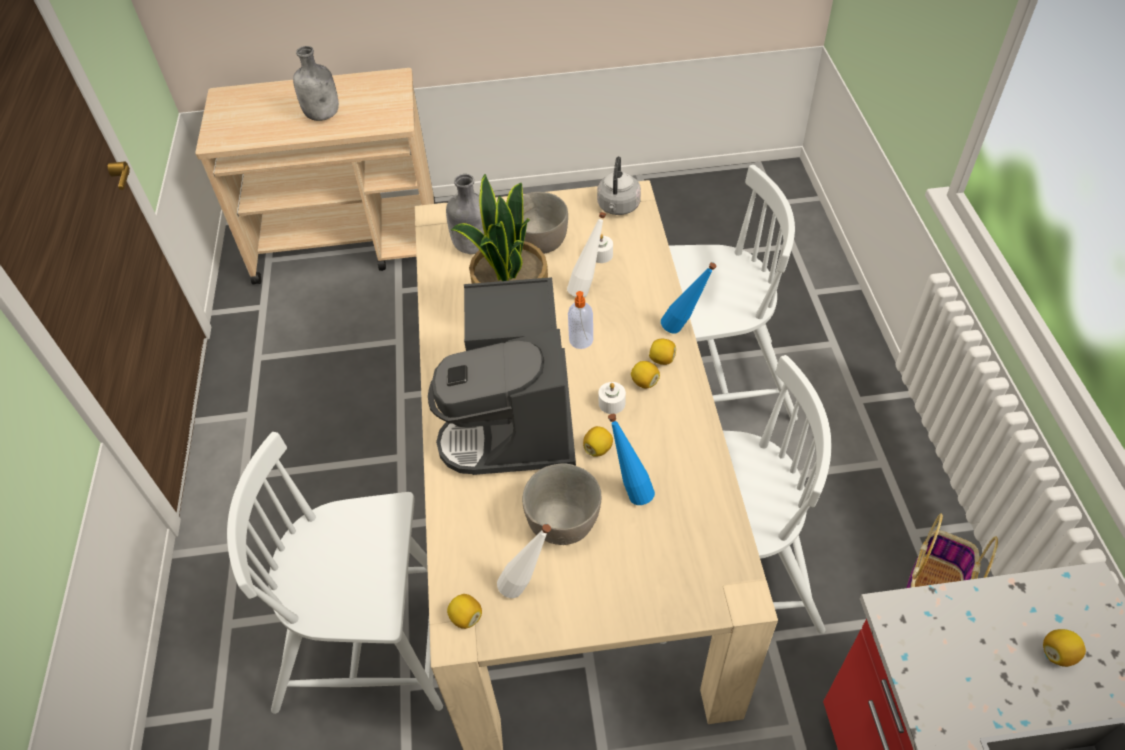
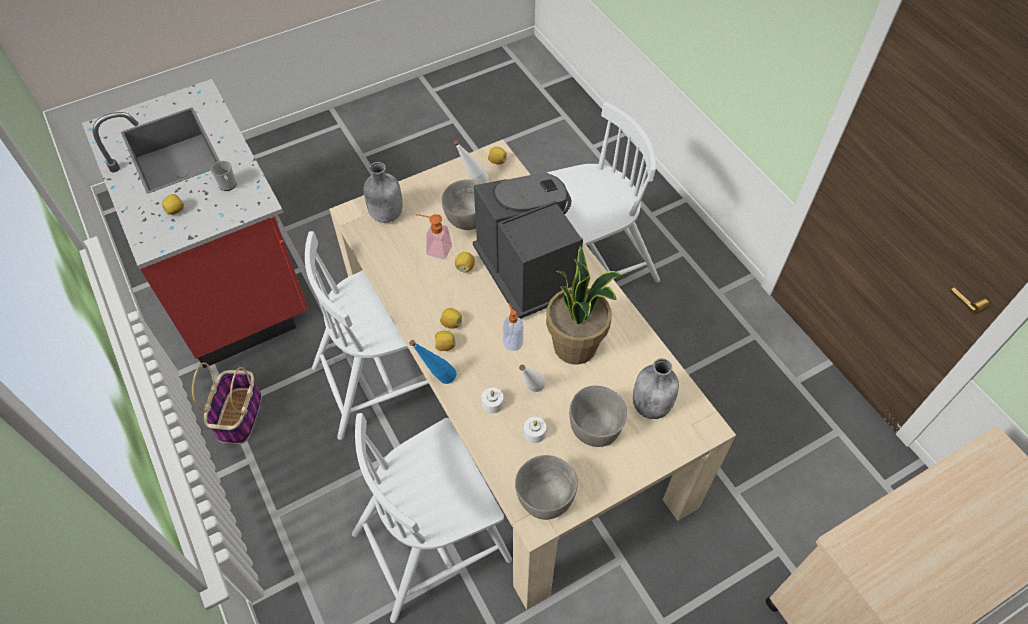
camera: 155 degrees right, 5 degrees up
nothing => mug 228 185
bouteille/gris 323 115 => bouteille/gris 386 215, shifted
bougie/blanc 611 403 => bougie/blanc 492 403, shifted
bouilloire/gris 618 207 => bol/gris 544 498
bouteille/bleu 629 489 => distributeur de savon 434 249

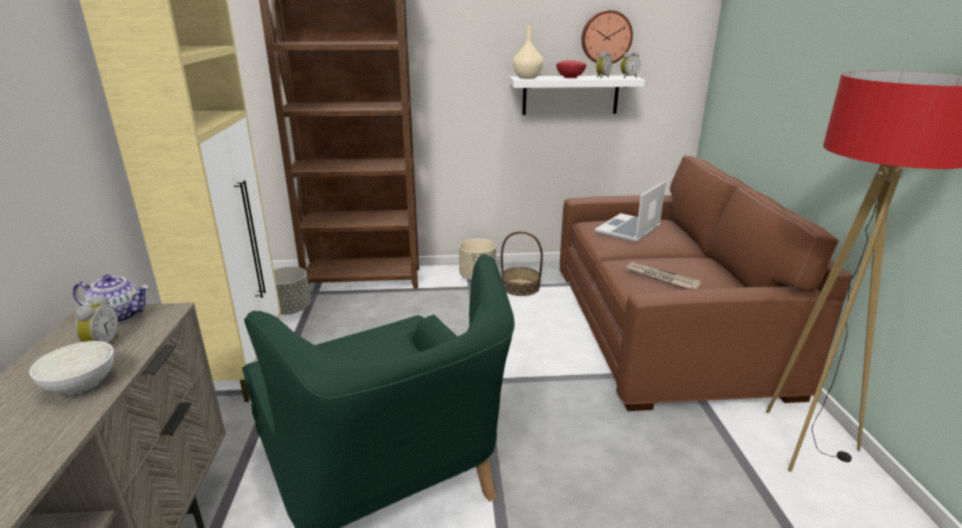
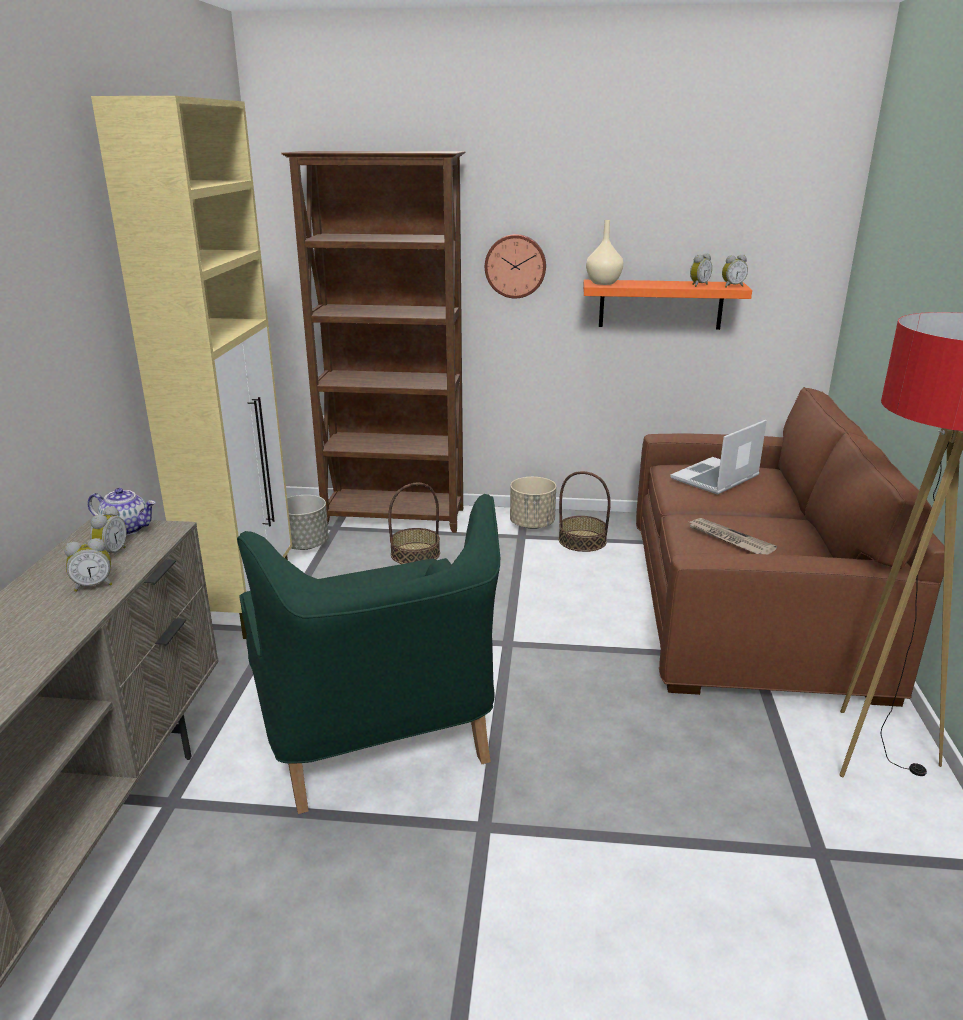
camera: 10 degrees right, 0 degrees up
bol/rouge 570 77 => nothing
nothing => panier 415 554
horloge murale 606 37 => horloge murale 515 266, shifted
bol/blanc 82 384 => réveil 93 585
étagère/blanc 570 95 => étagère/orange 660 304

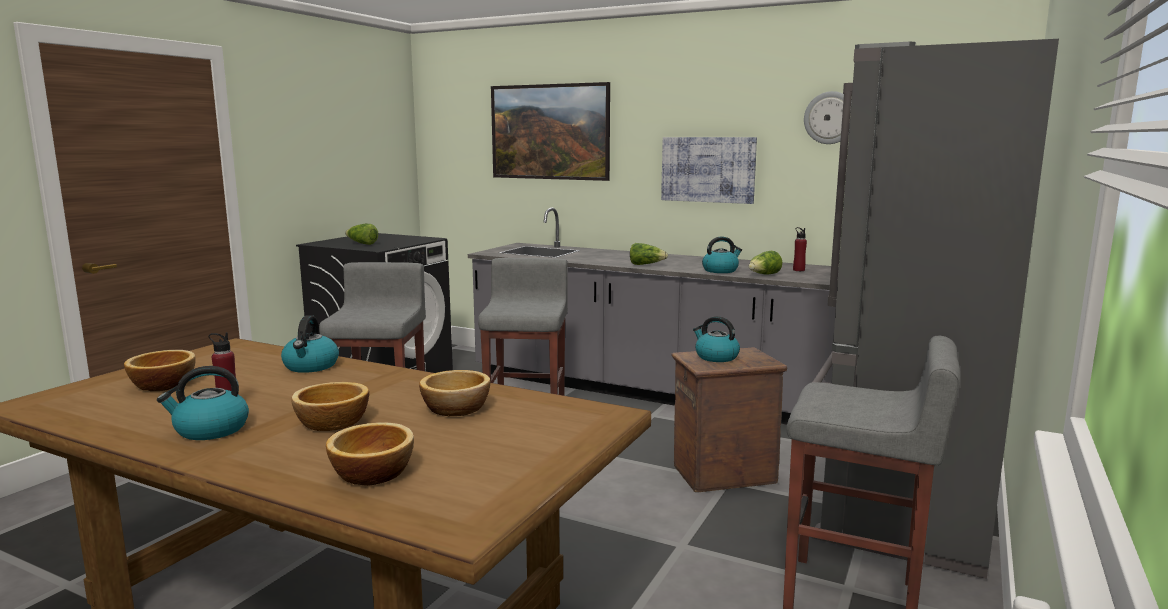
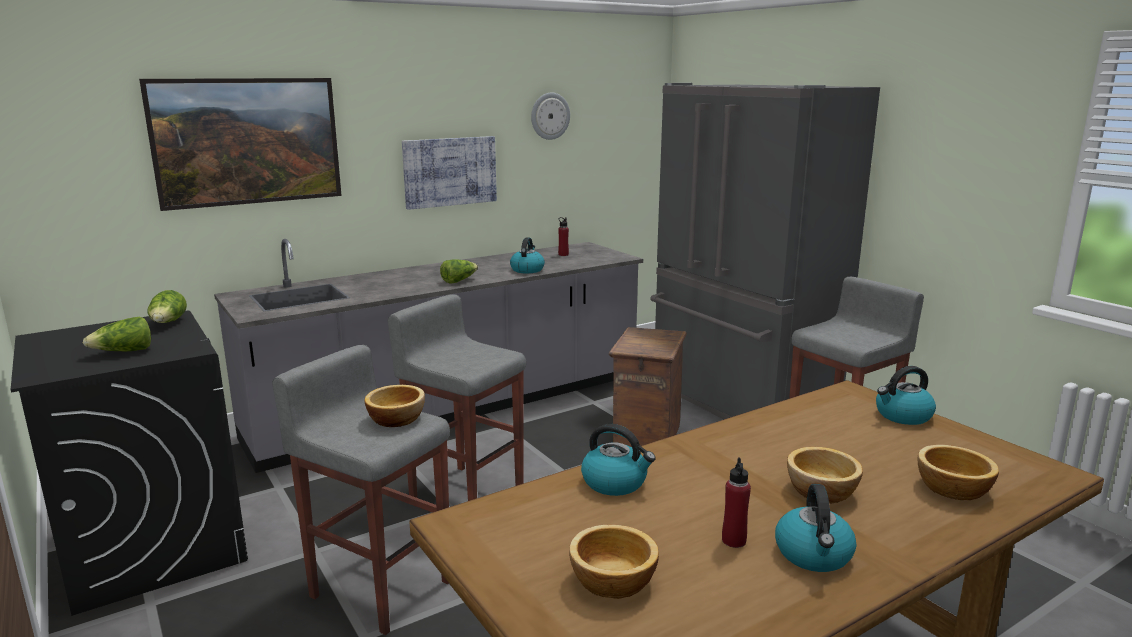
camera: 60 degrees left, 5 degrees up
bol 457 408 => bol 396 419, shifted
bouilloire 716 357 => bouilloire 902 416, shifted
laitue 764 275 => laitue 168 323, shifted

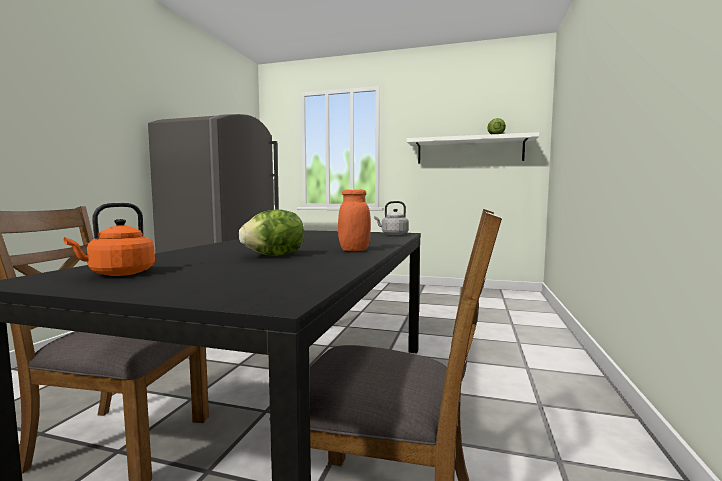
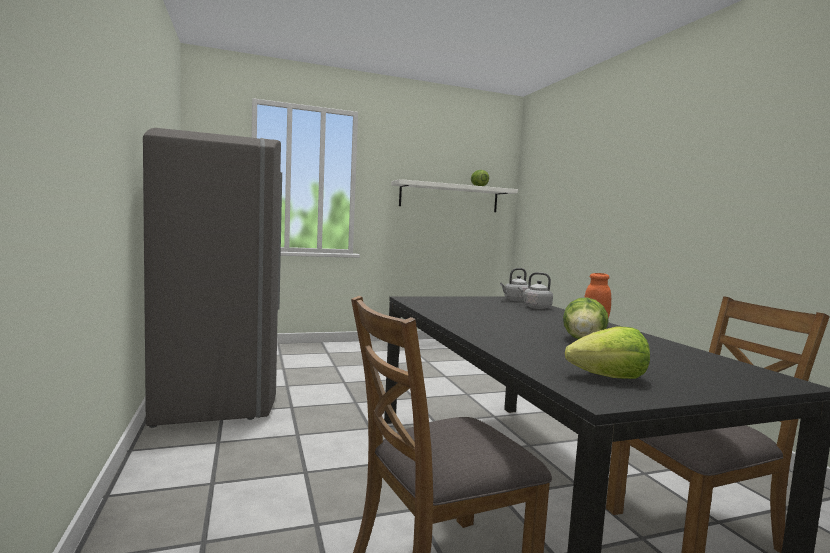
camera: 35 degrees left, 0 degrees up
nothing => bouilloire/gris 535 307
bouilloire/orange 119 274 => laitue 609 378

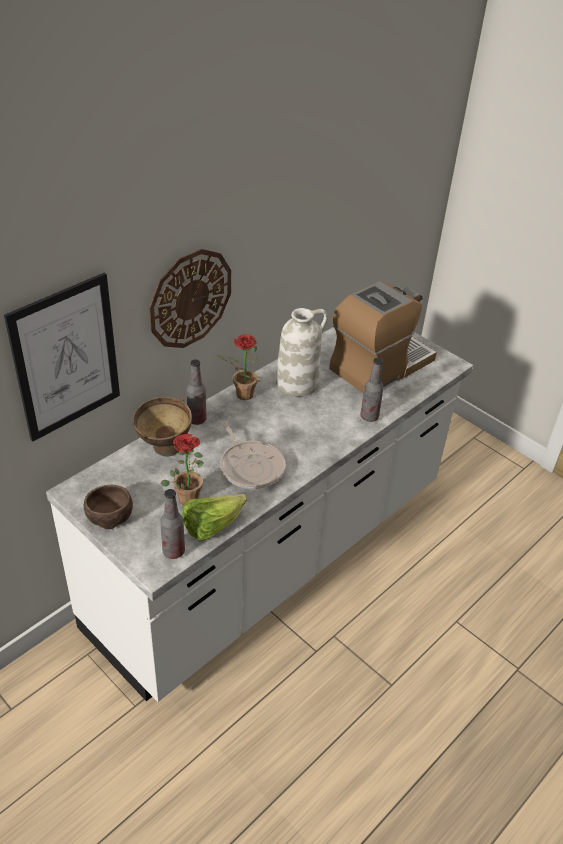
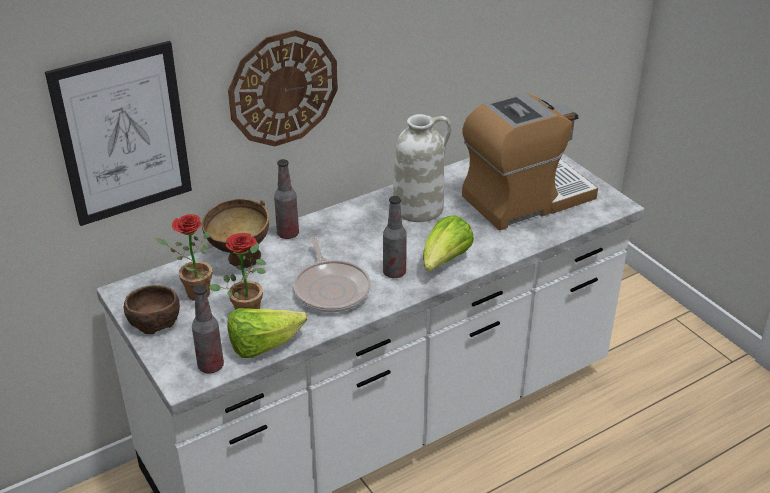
camera: 15 degrees right, 5 degrees down
nothing => laitue 444 262
plante en pot 241 395 => plante en pot 193 294, shifted
bouteille 369 416 => bouteille 394 272, shifted

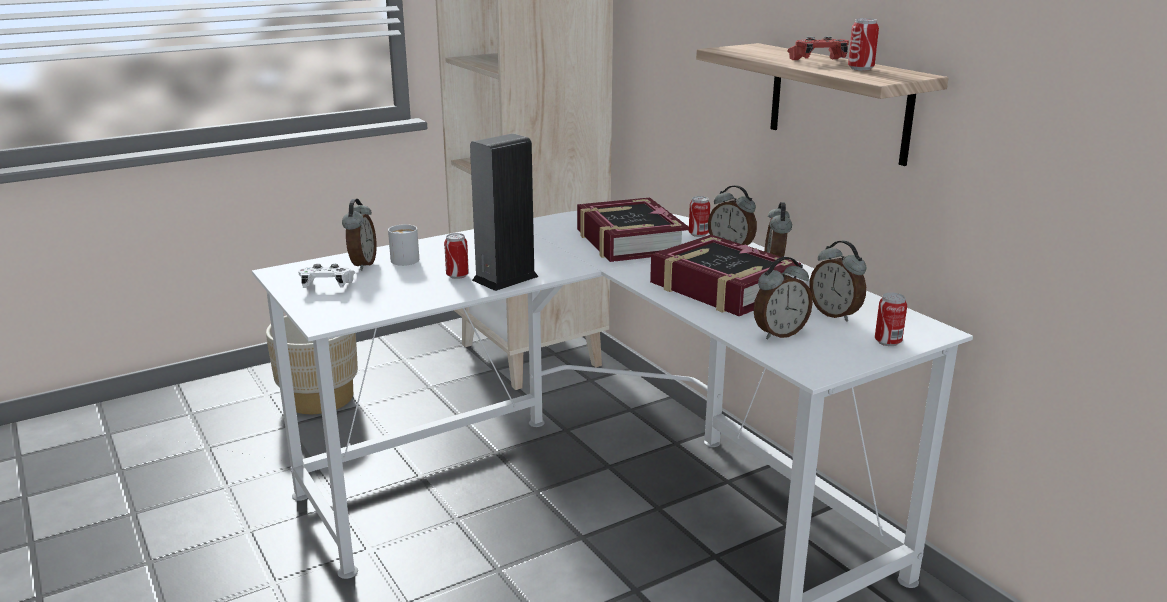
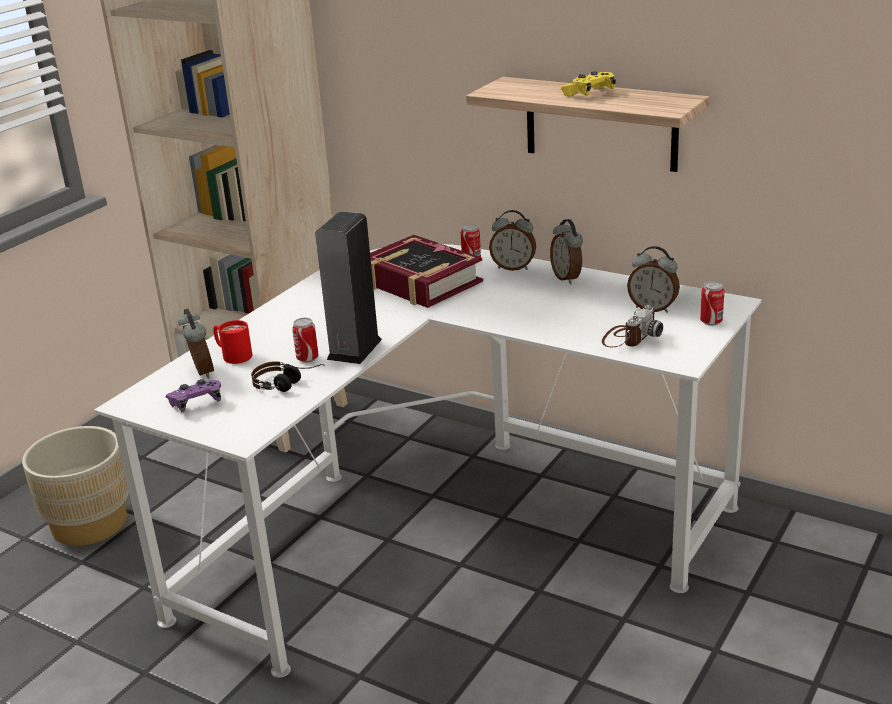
camera: 25 degrees left, 5 degrees up
livre 722 288 => nothing
boîte métallique 860 69 => nothing
nothing => casque audio 289 384
réveil 779 333 => appareil photo 629 337
manette/blanc 327 286 => manette/violet 196 403
mug/blanc 402 258 => mug/rouge 232 355
manette/rouge 818 61 => manette/jaune 589 94

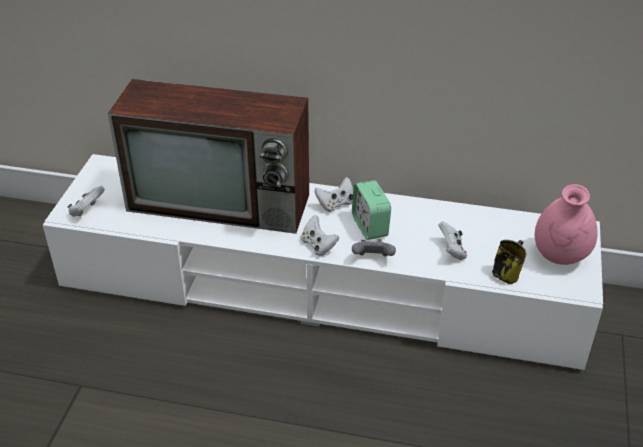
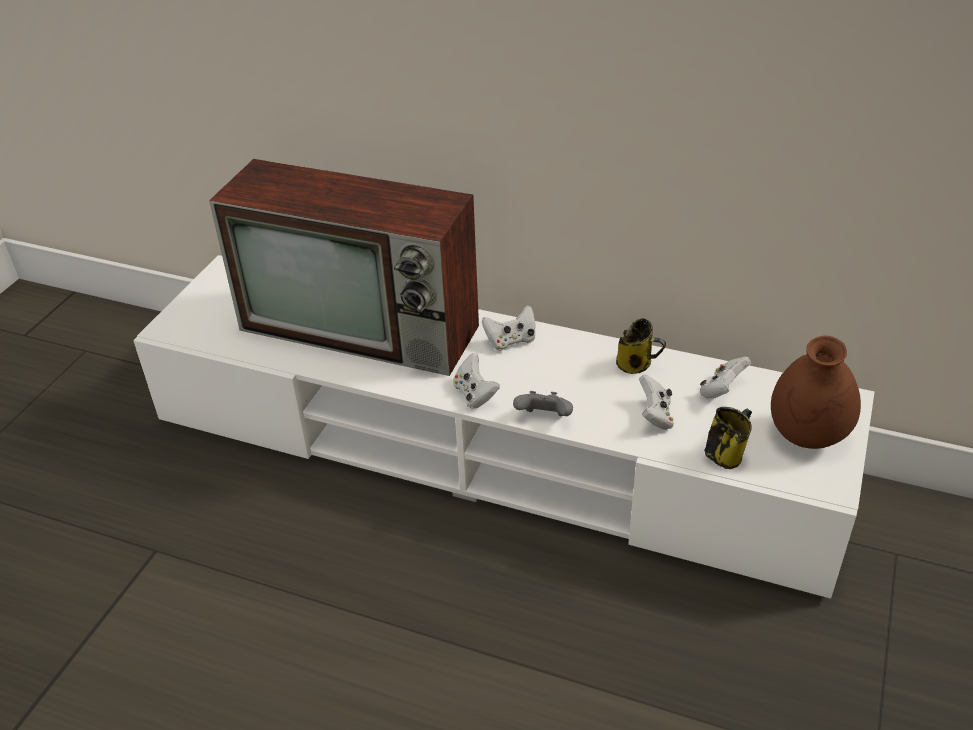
camera: 10 degrees right, 0 degrees up
réveil 370 226 => nothing
nothing => mug 636 365
manette/blanc 87 211 => manette/blanc 721 390, shifted
vase/rose 559 257 => vase/marron 806 437

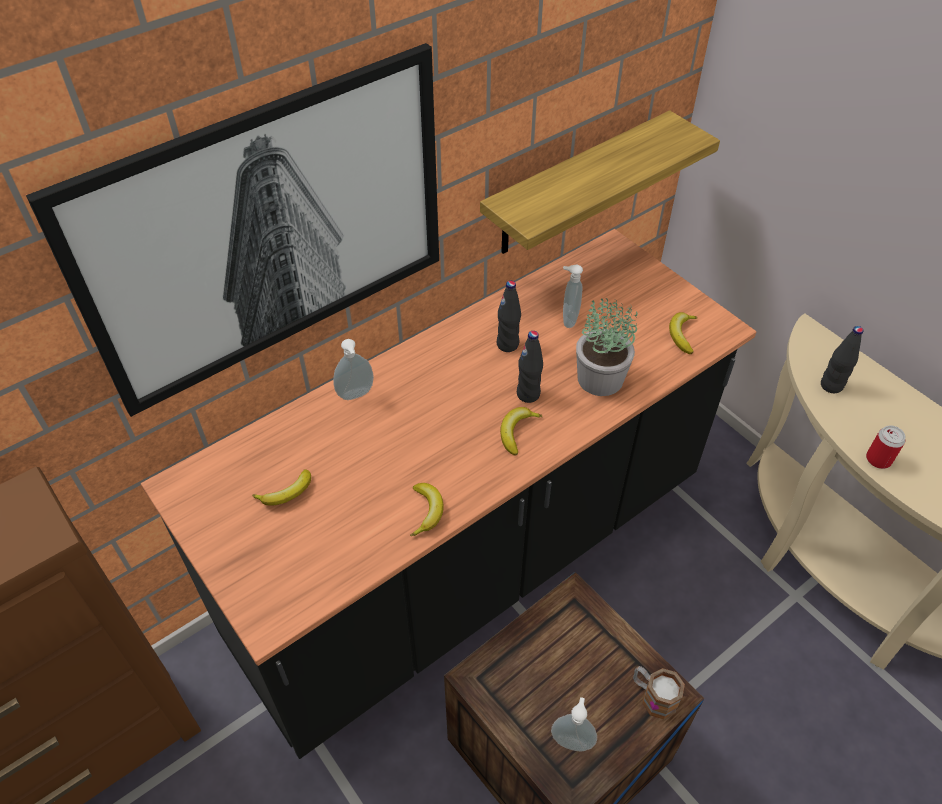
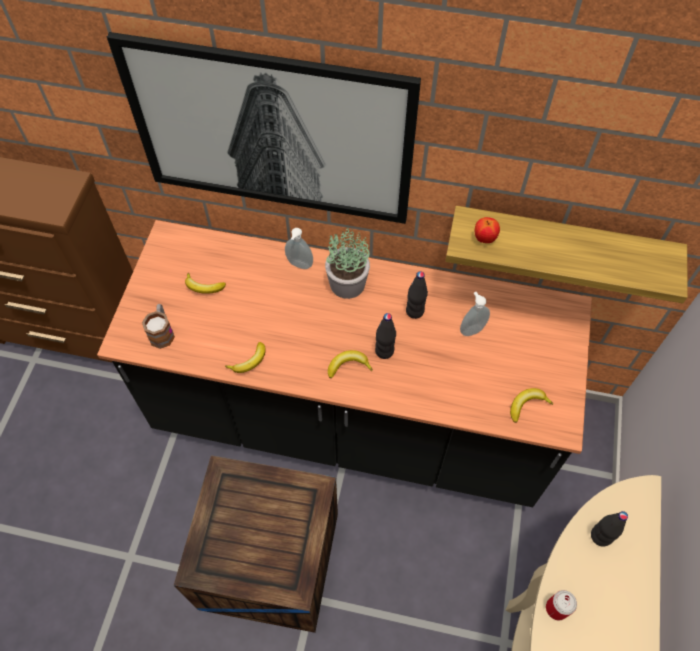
camera: 50 degrees right, 10 degrees up
distributeur de savon 572 740 => nothing
nothing => pomme 484 239
plante en pot 600 379 => plante en pot 346 284, shifted
mug 652 696 => mug 162 332, shifted

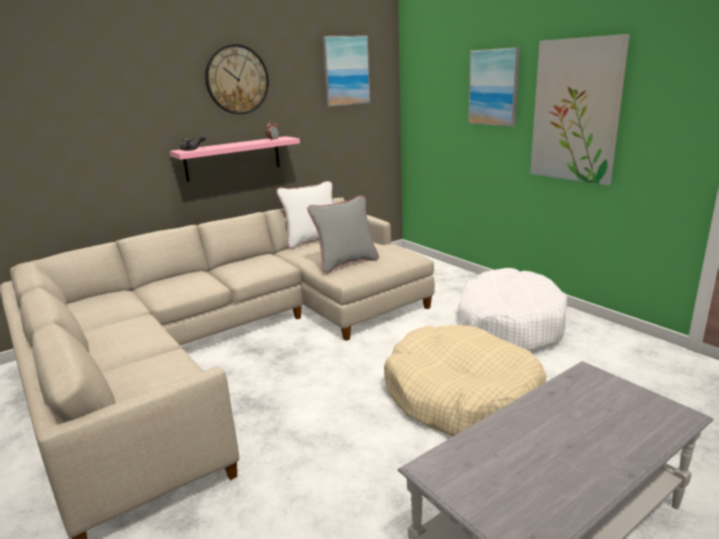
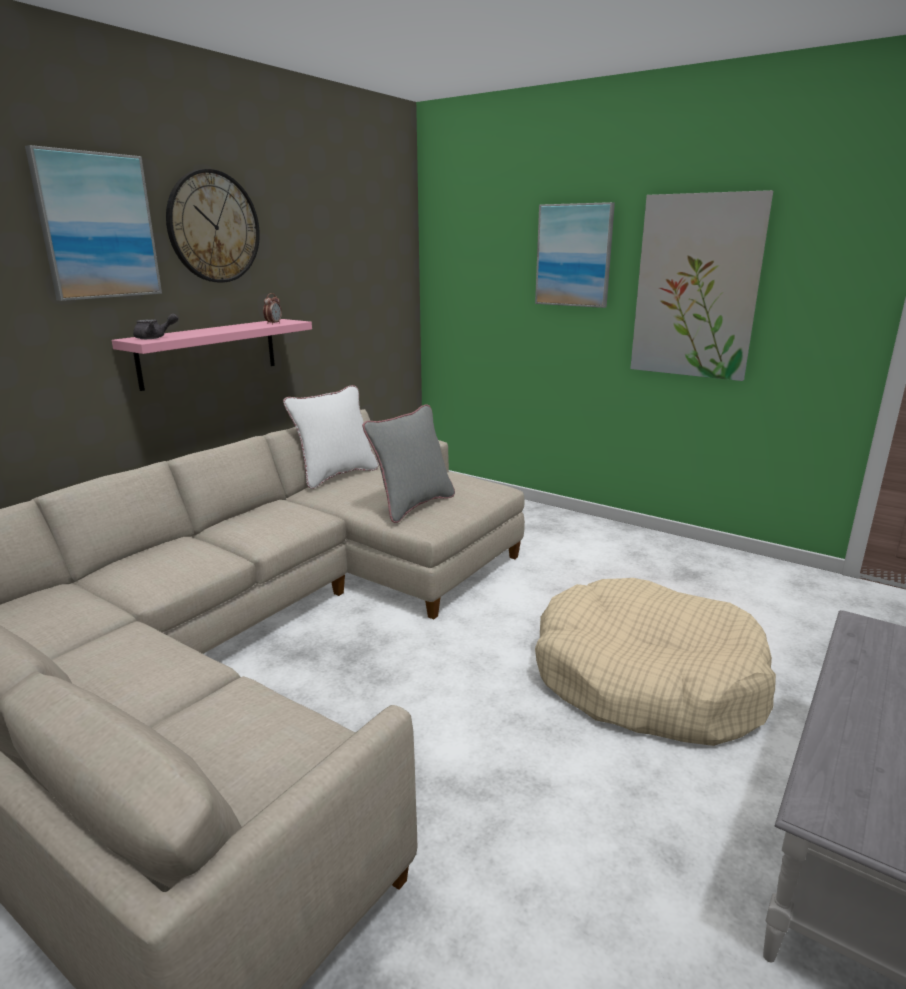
camera: 20 degrees left, 0 degrees up
panier pour chien/blanc 510 324 => nothing
tableau 345 71 => tableau 97 226, shifted

